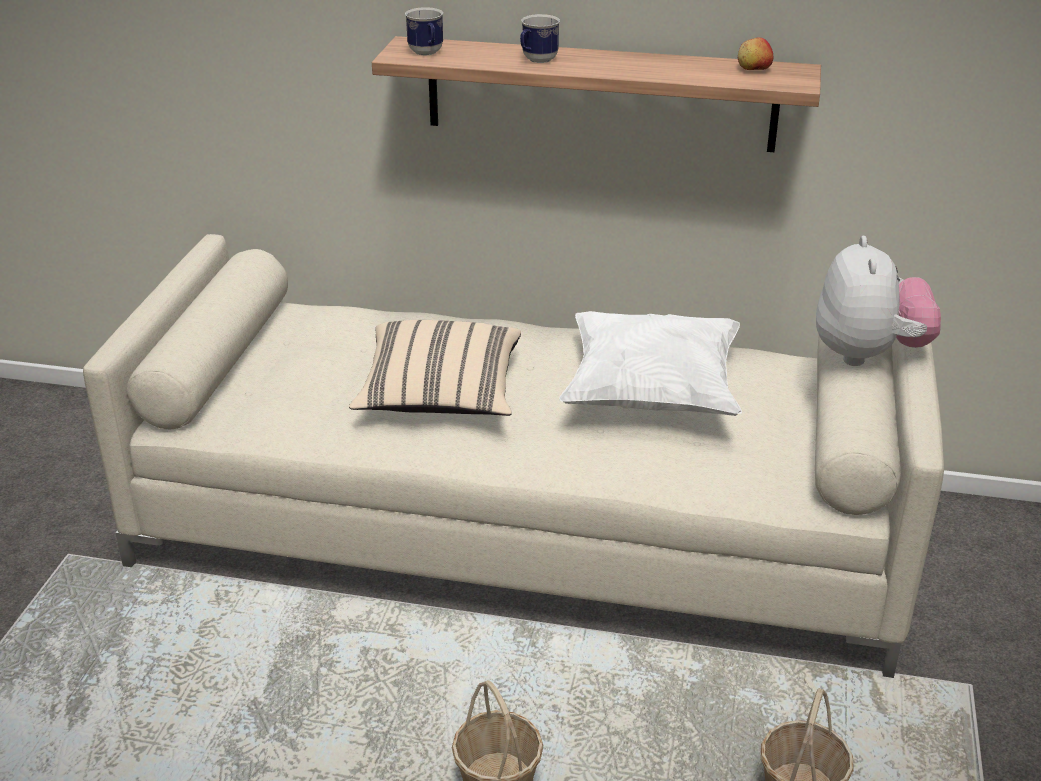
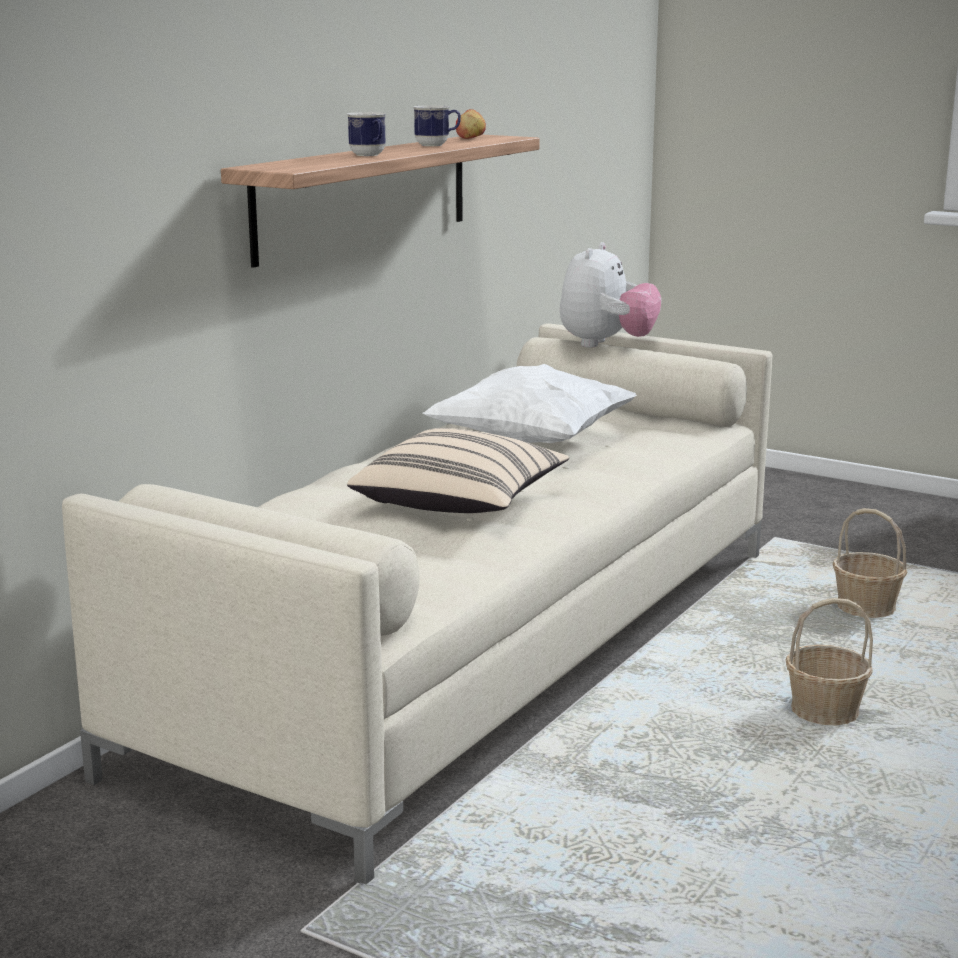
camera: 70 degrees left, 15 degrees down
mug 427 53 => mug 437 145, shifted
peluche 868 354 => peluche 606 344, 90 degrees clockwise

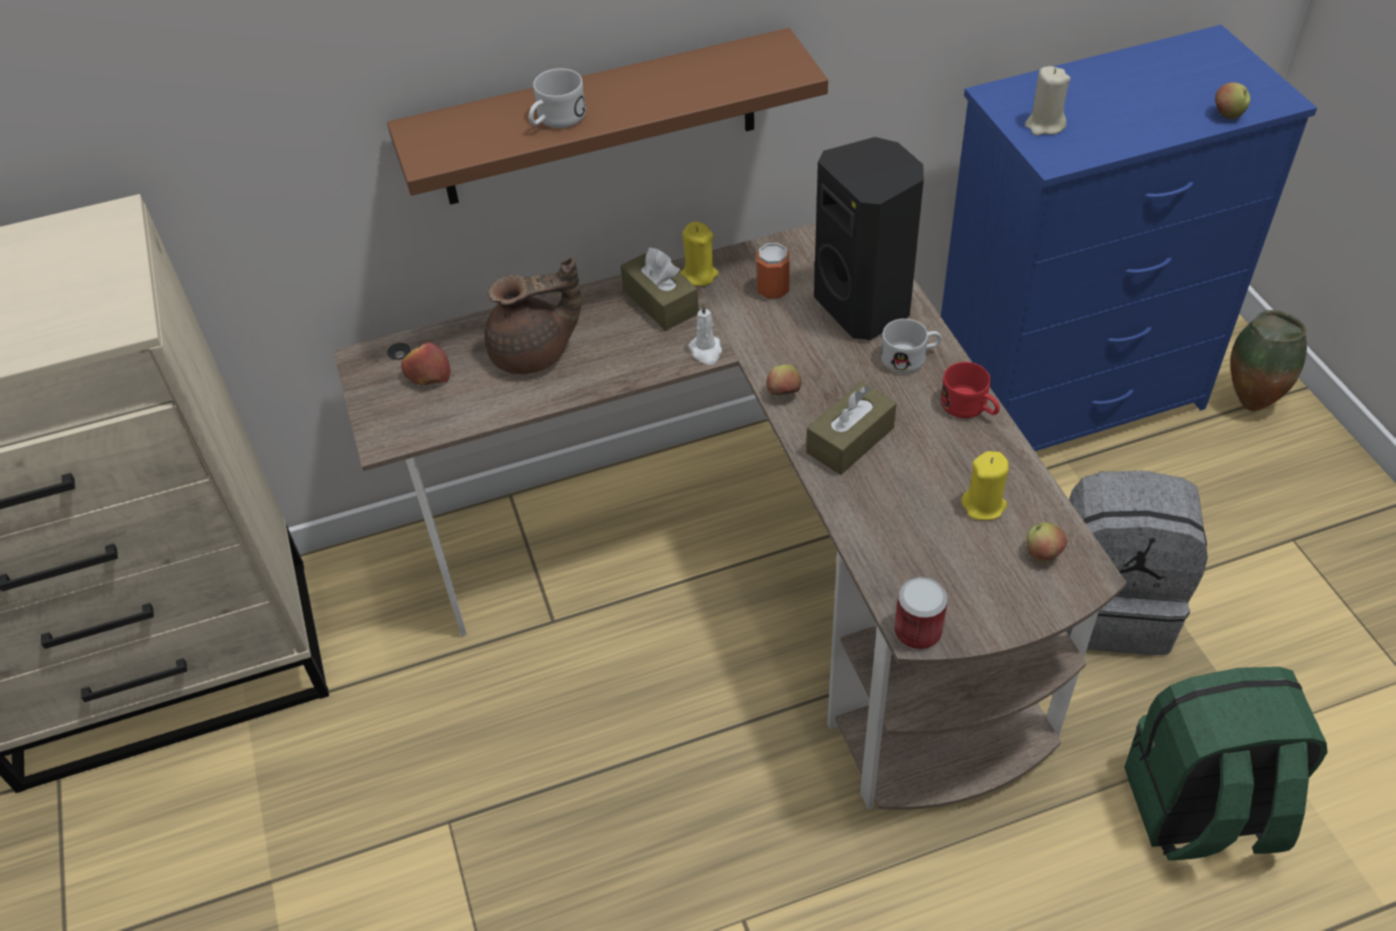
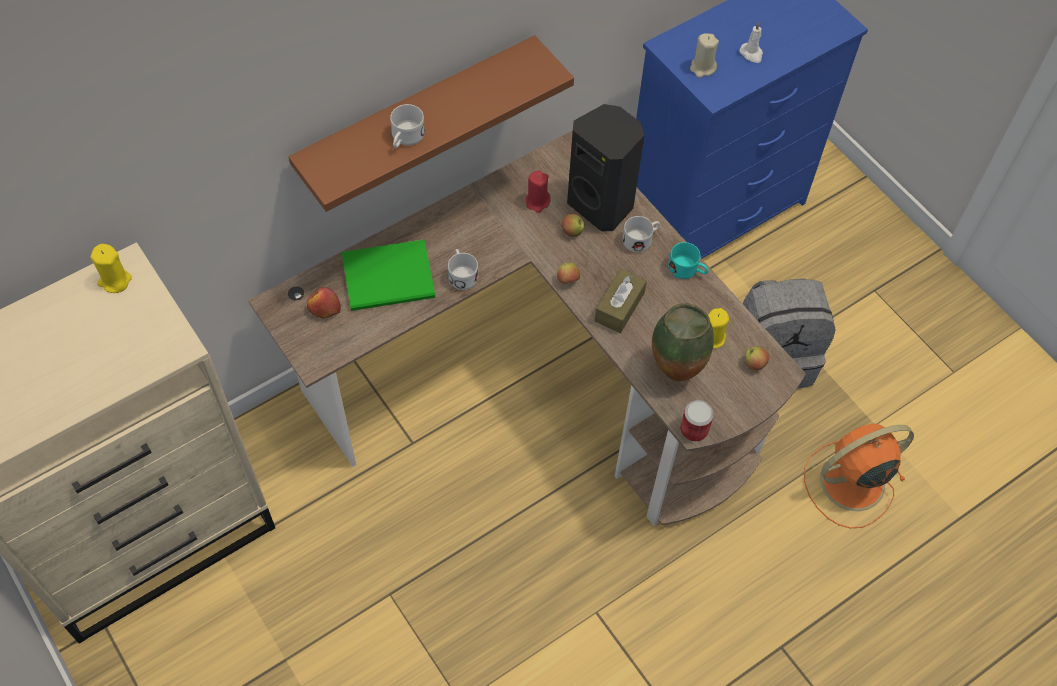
camera: 20 degrees left, 10 degrees up
boîte à mouchoirs/marron 660 302 => nothing
nothing => mug/blanc 461 274
bougie/jaune 698 275 => bougie/jaune 115 281, shifted
bougie/blanc 706 351 => bougie/blanc 751 54, shifted
pomme 1227 115 => pomme 572 232, shifted
vase 1249 402 => vase 674 371, shifted
théière/marron 534 353 => livre/vert 391 279
boîte métallique 773 290 => bougie/rouge 537 202
sac à dos/vert 1200 810 => ventilateur/orange 849 482
mug/rouge 970 408 => mug/turquoise 687 270

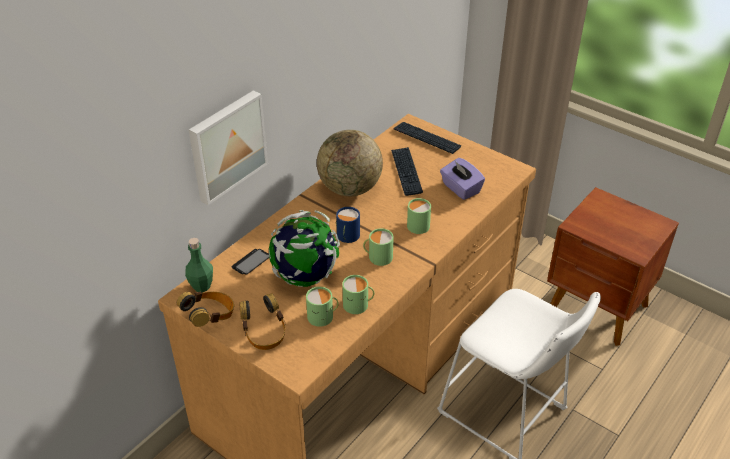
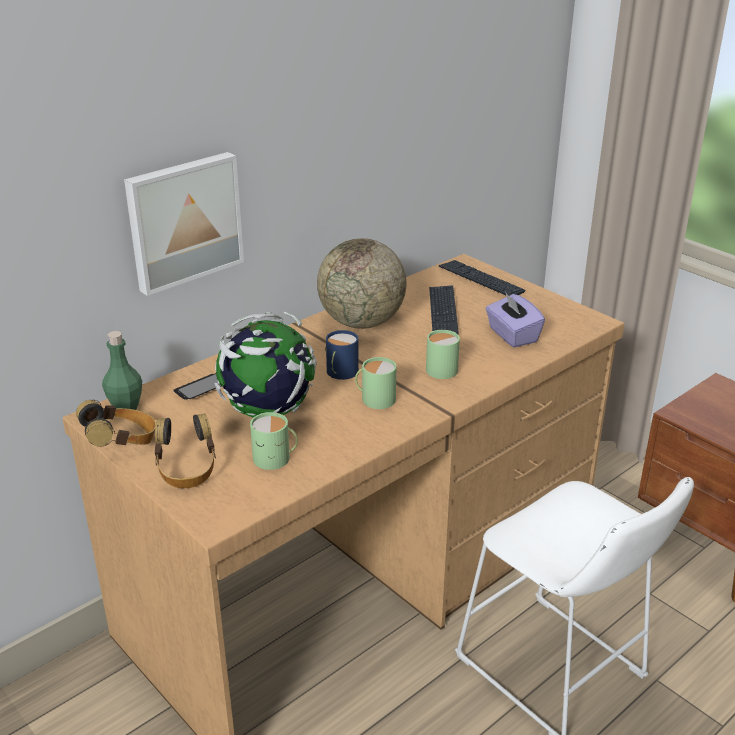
camera: 10 degrees right, 10 degrees down
mug/vert 358 305 => nothing

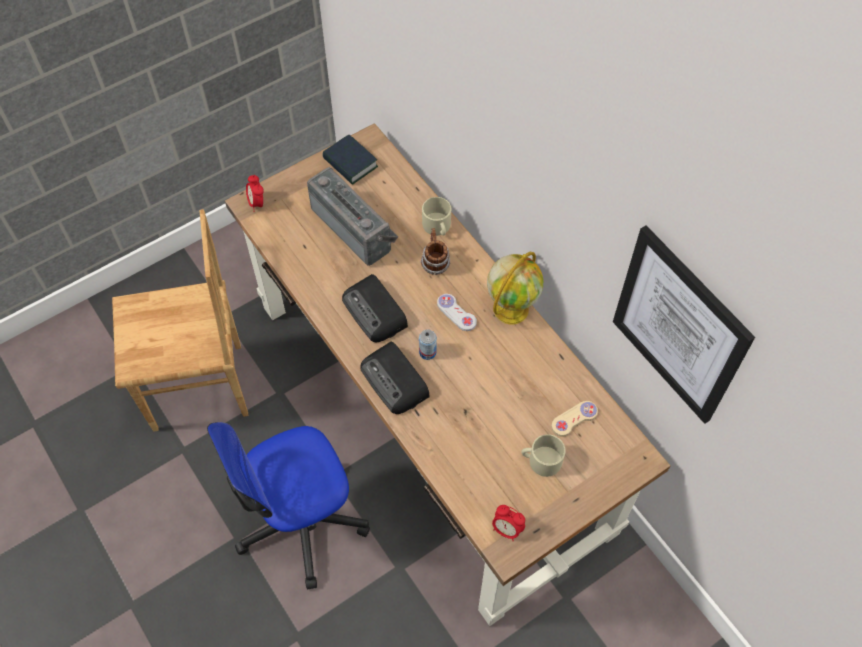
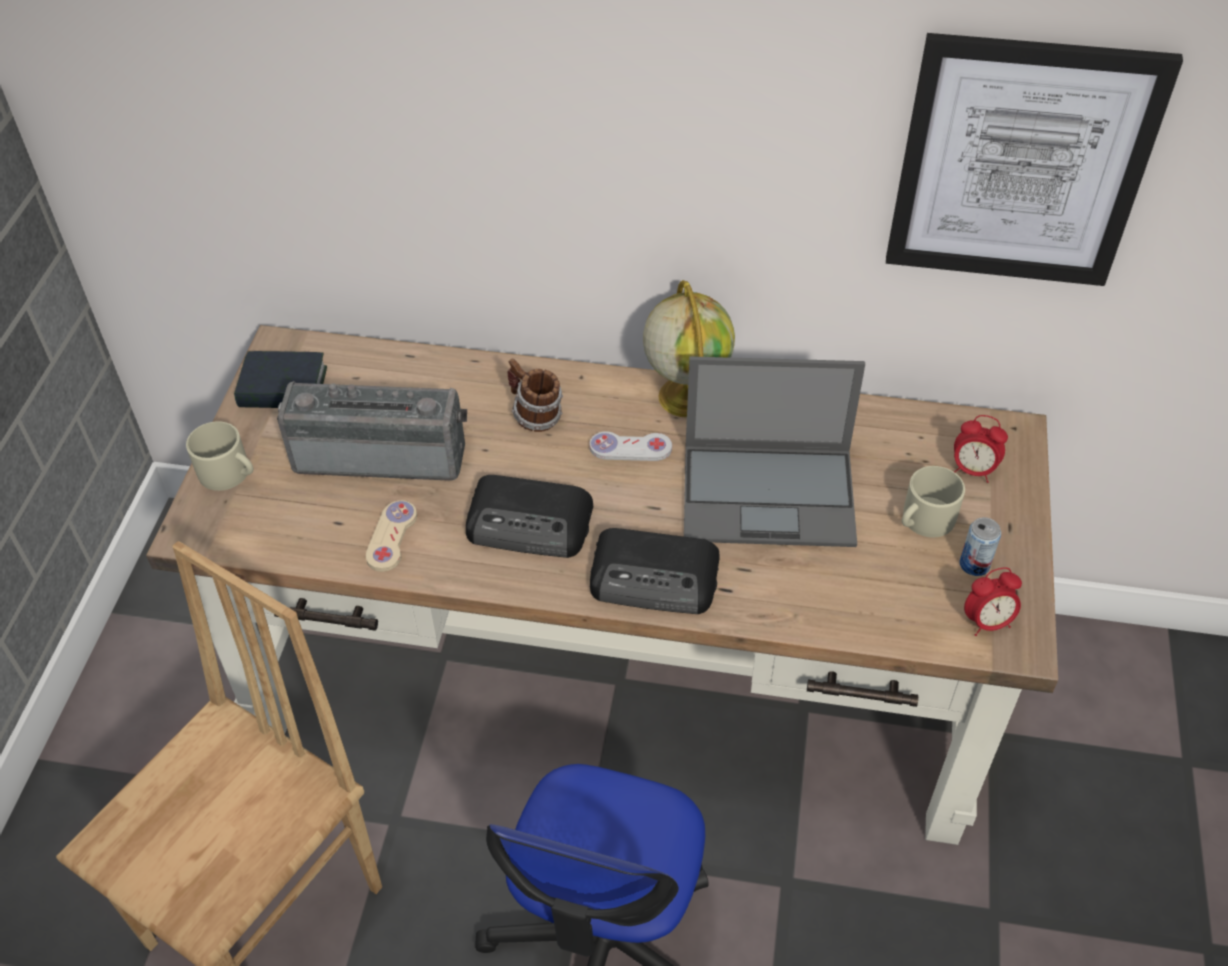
camera: 45 degrees left, 10 degrees down
nothing => ordinateur portable 770 494
réveil 257 203 => réveil 972 470, shifted
boîte métallique 427 352 => boîte métallique 974 564, shifted
mug/beige 437 227 => mug/beige 229 473, shifted
manette/beige 574 419 => manette/beige 392 537, shifted

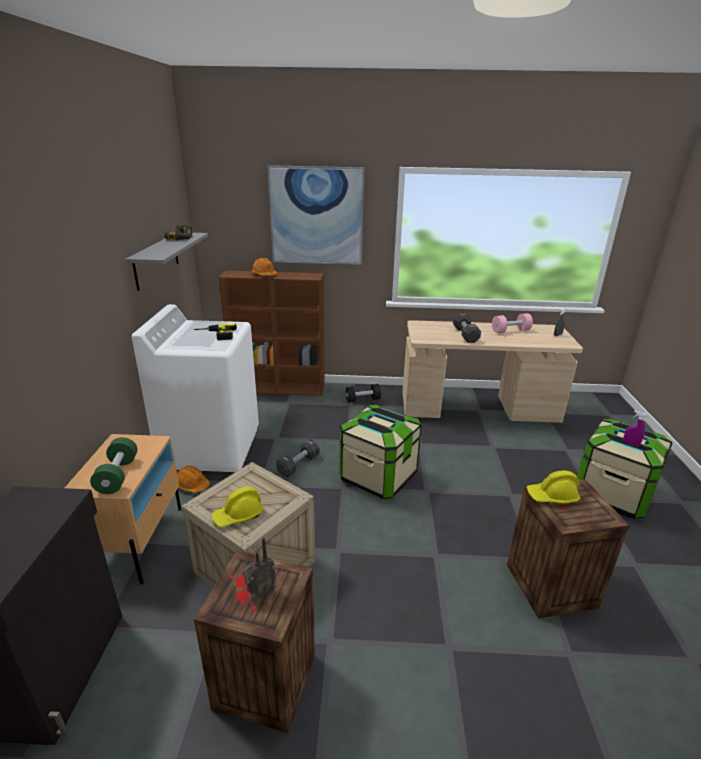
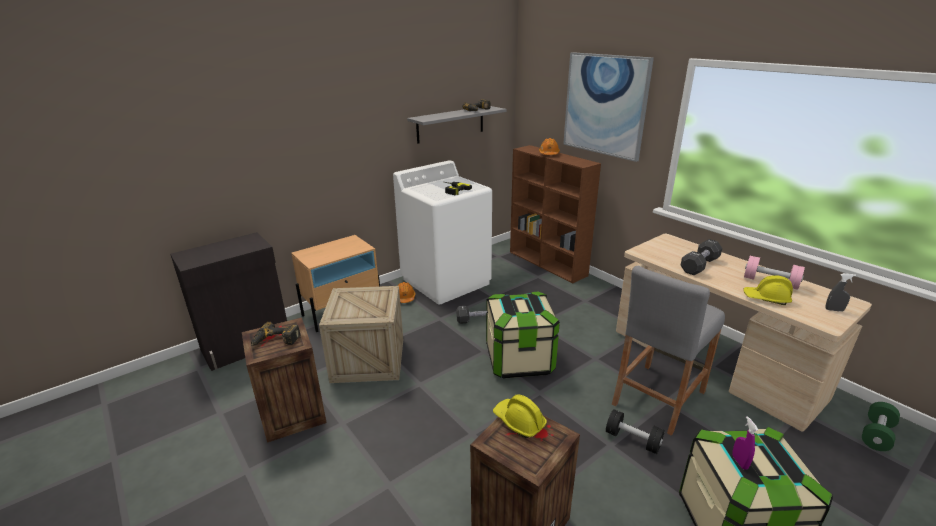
camera: 50 degrees right, 0 degrees up
nothing => tabouret/gris 657 397
haltère/vert 117 475 => haltère/vert 876 434, shifted
casque de chantier/jaune 238 515 => casque de chantier/jaune 766 298, shifted
haltère/noir 362 400 => haltère/noir 633 440, shifted
radio 260 593 => perceuse 275 341

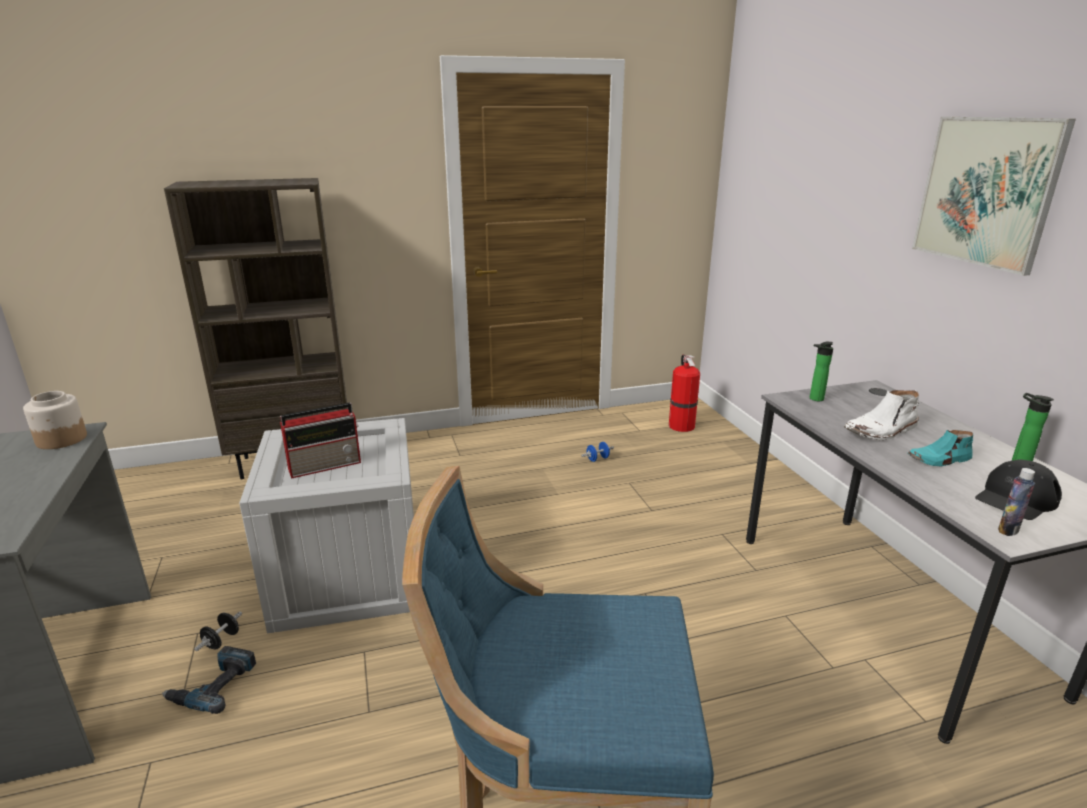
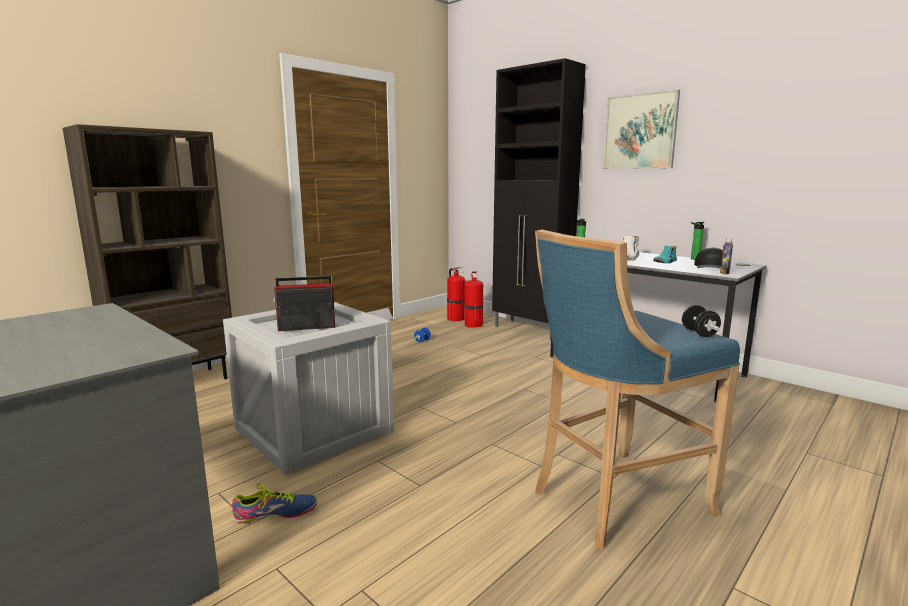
camera: 30 degrees left, 10 degrees down
bocal 61 439 => nothing
nothing => extincteur 473 324
nothing => meuble de rangement/noir 531 330
haltère/noir 221 640 => haltère/noir 699 333, shifted
perceuse 213 685 => chaussure 275 513
radio 326 465 => radio 305 327, 135 degrees counterclockwise

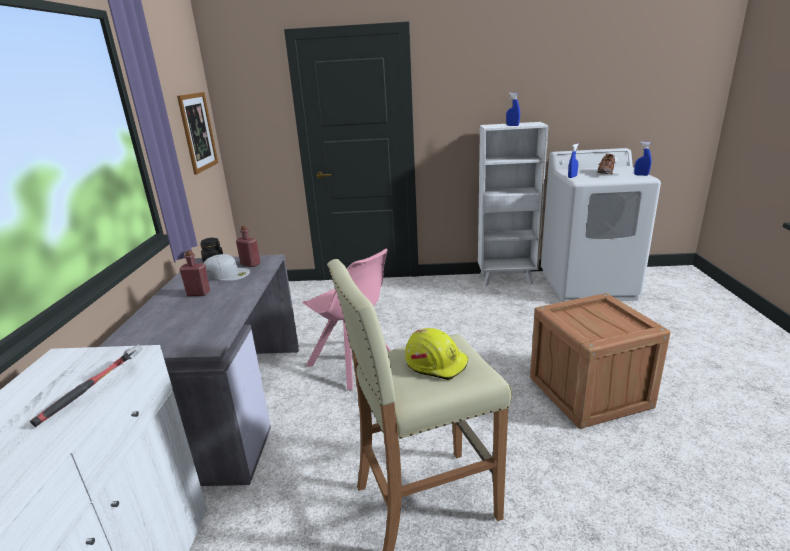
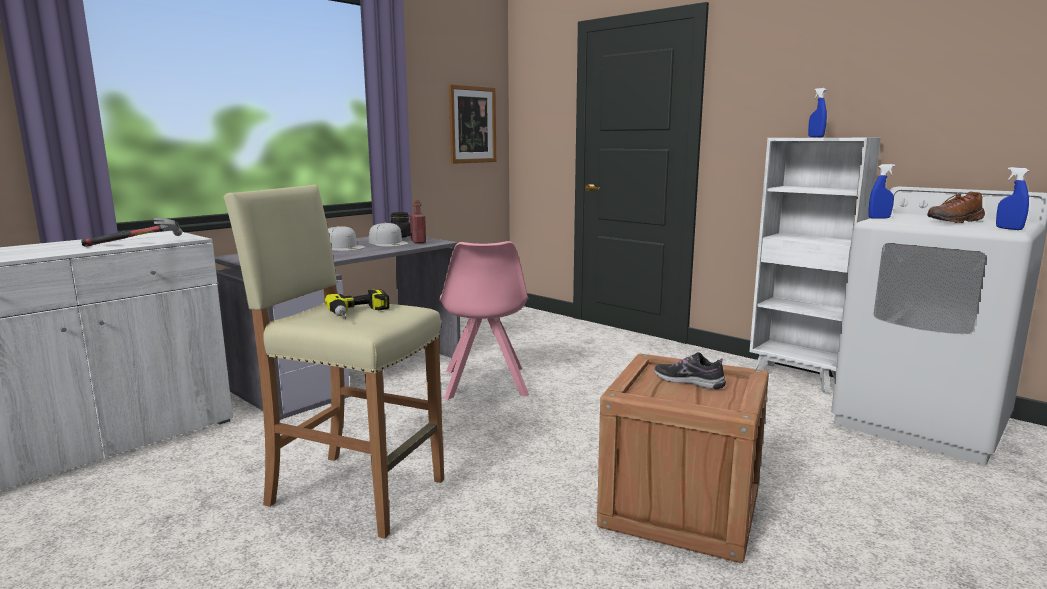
camera: 40 degrees right, 10 degrees down
nothing => chaussure 689 382
bouteille/rouge 198 293 => casquette/blanc 343 247
casque de chantier/jaune 436 363 => perceuse 360 313

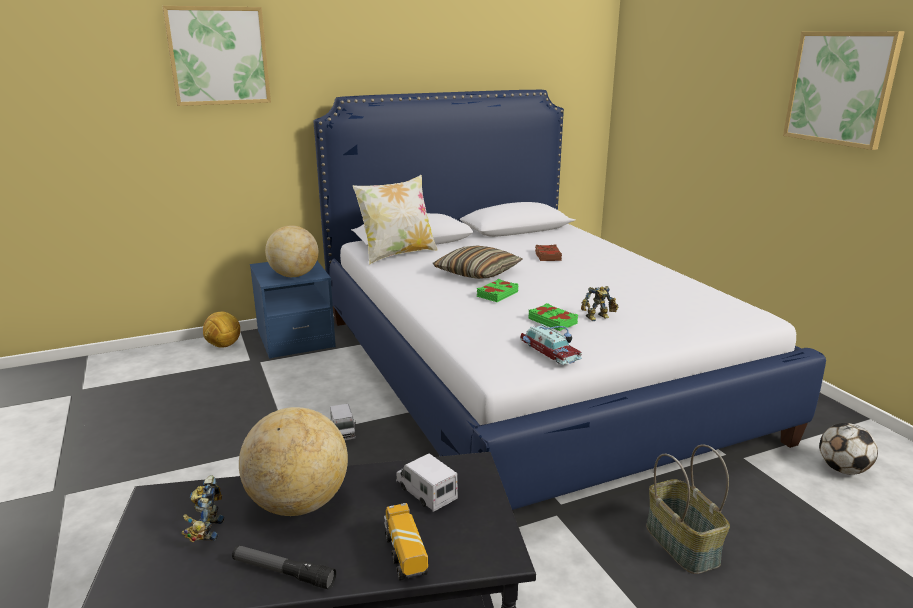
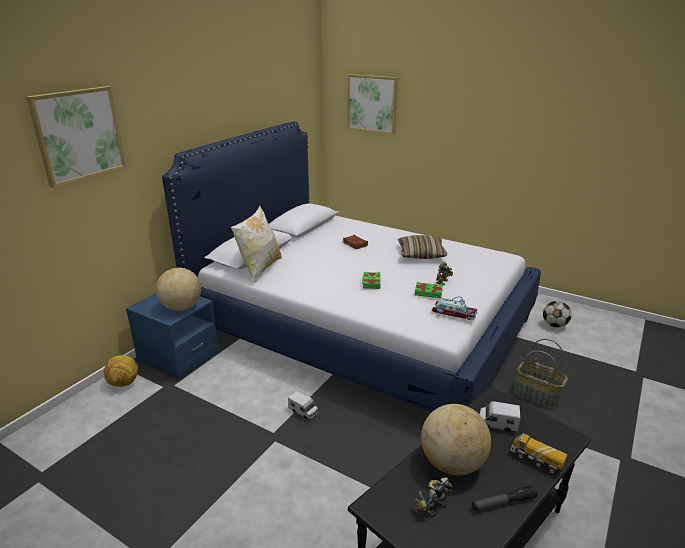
camera: 35 degrees left, 5 degrees up
coussin 477 272 => coussin 421 254, shifted
tableau 840 88 => tableau 372 104, shifted
robot jouet 206 530 => robot jouet 432 505, 90 degrees clockwise

